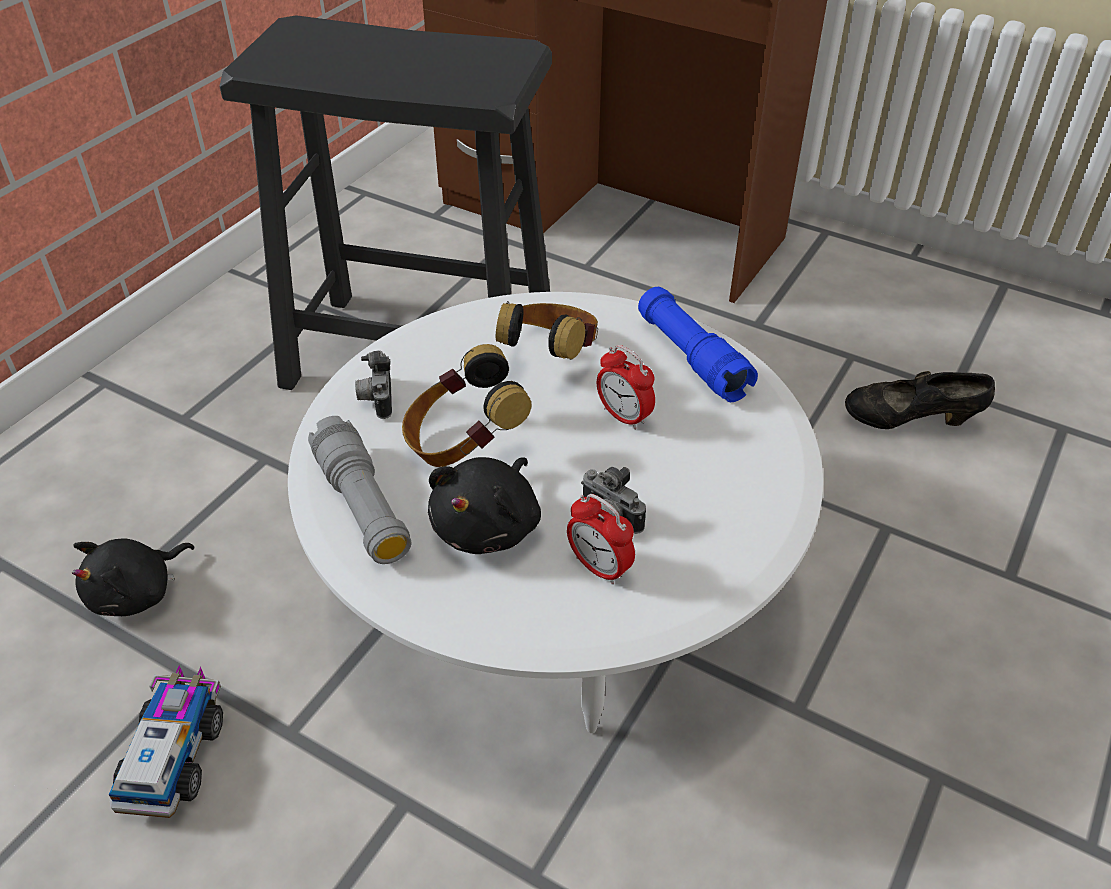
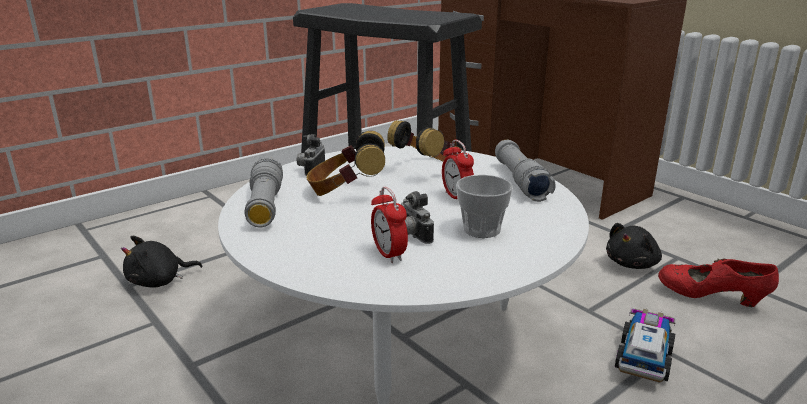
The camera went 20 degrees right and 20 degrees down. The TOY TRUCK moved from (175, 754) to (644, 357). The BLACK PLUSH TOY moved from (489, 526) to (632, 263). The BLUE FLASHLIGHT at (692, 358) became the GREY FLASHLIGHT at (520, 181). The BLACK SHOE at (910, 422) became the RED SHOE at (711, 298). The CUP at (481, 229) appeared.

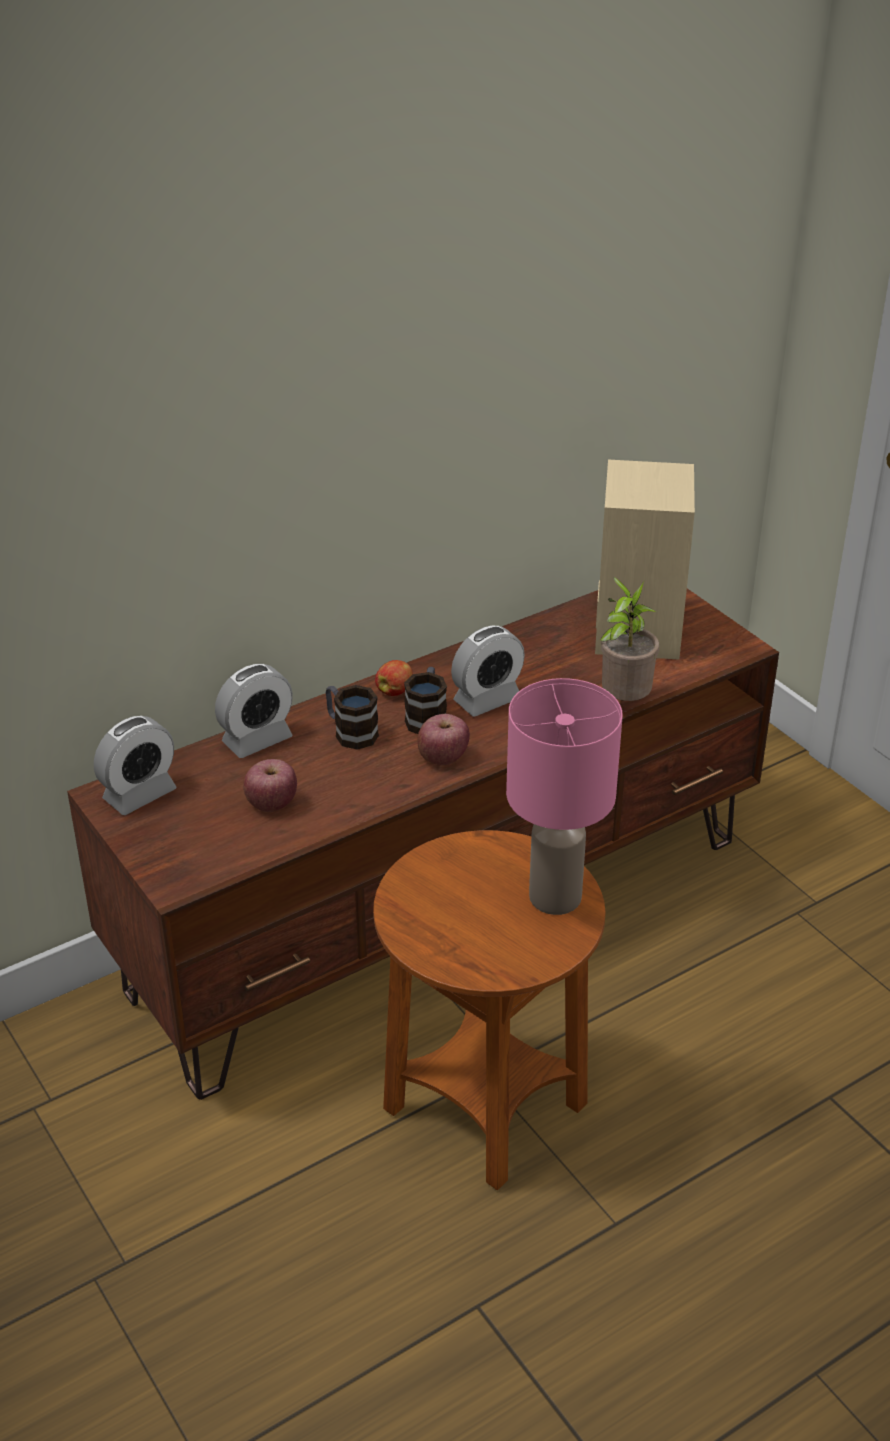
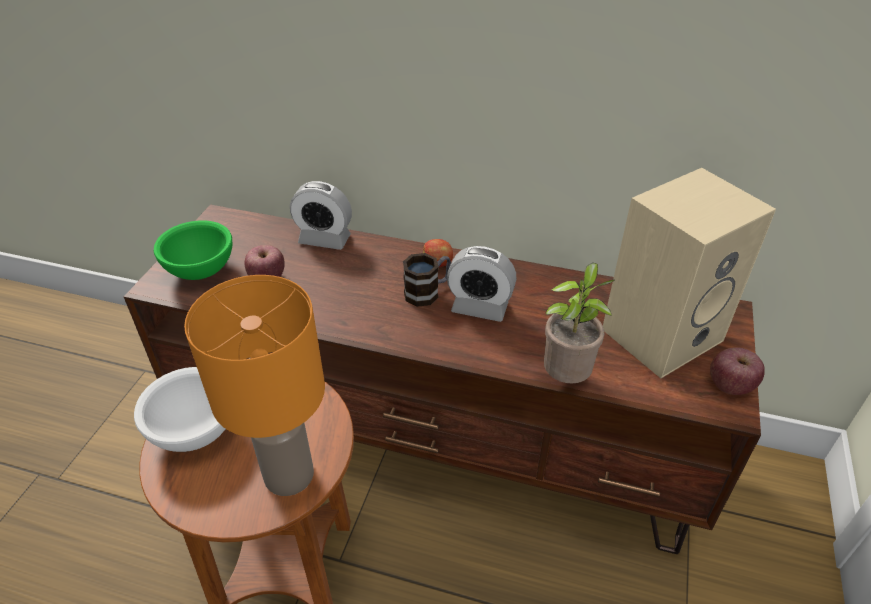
The camera went 50 degrees right and 5 degrees up. The ALARM CLOCK at (139, 794) disappeared. The MUG at (350, 732) disappeared. The APPLE moved from (443, 757) to (730, 385). The PINK TABLE LAMP at (556, 898) became the ORANGE TABLE LAMP at (288, 476). The WHITE BOWL at (194, 430) appeared. The GREEN BOWL at (202, 270) appeared.

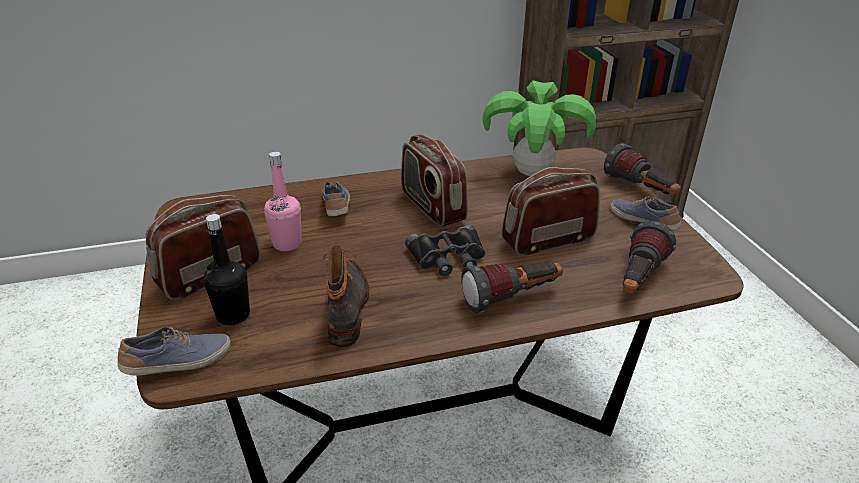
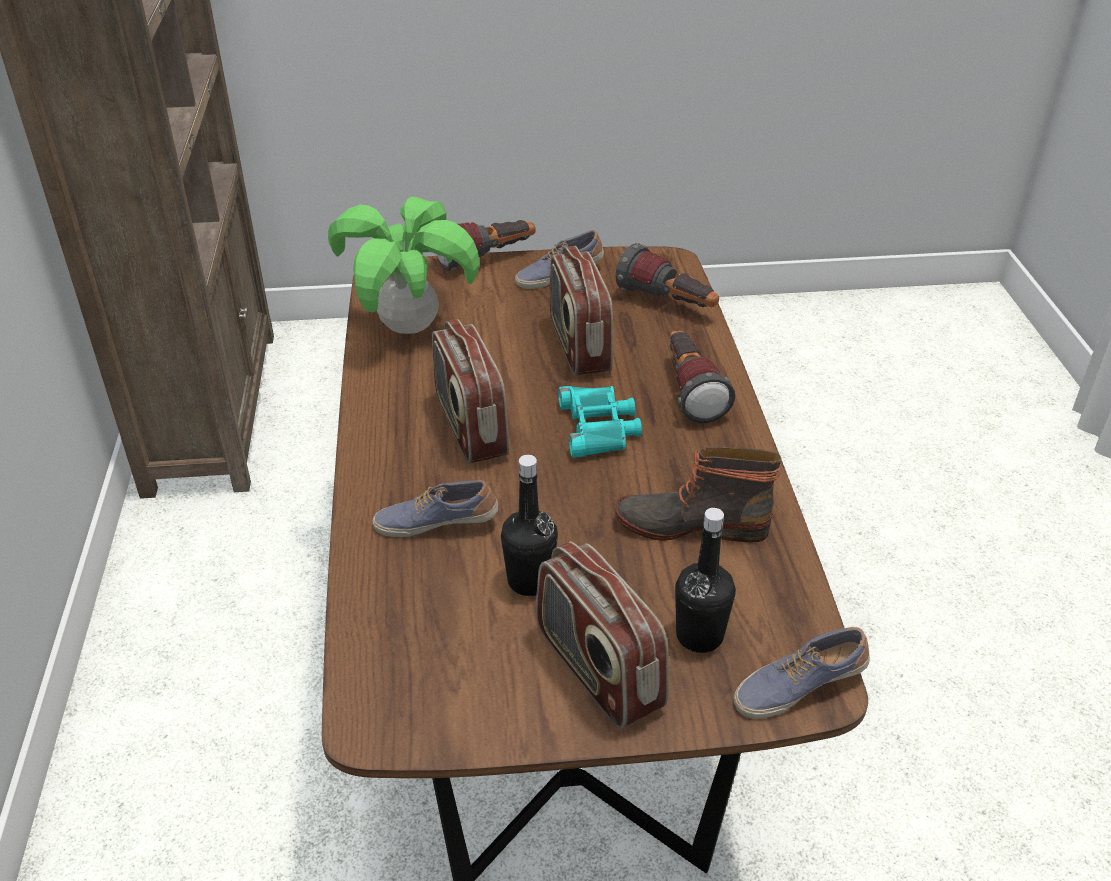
The camera went 80 degrees left and 5 degrees up. The SHOE at (179, 363) turned 90 degrees counterclockwise. The PINK BOTTLE at (287, 244) became the BLACK BOTTLE at (530, 581). The RADIO at (432, 207) turned 90 degrees clockwise. The BLACK BINOCULARS at (448, 257) became the TURQUOISE BINOCULARS at (599, 427).

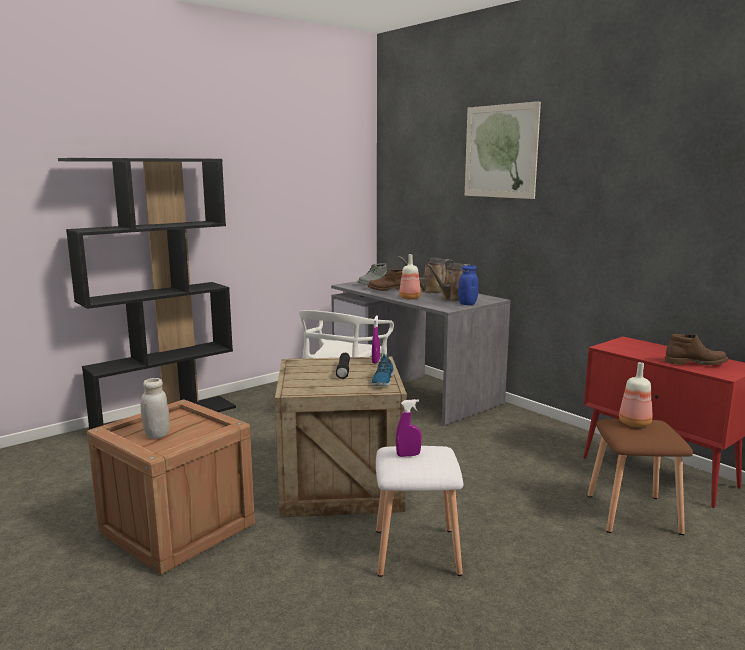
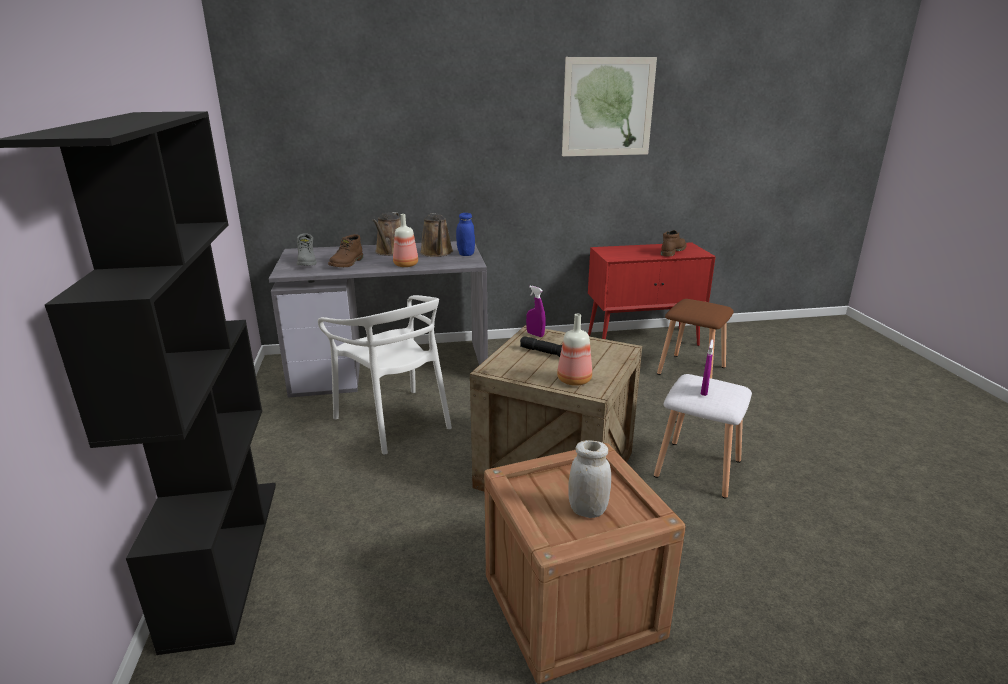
The camera went 60 degrees left and 10 degrees up. The SHOE at (382, 380) disappeared. The PICTURE moved from (500, 151) to (608, 107). The BOTTLE moved from (634, 423) to (573, 380).

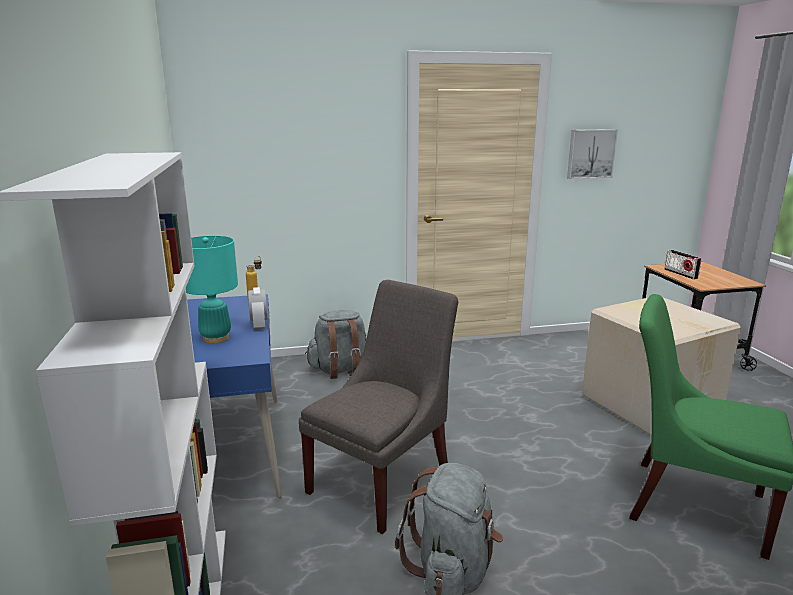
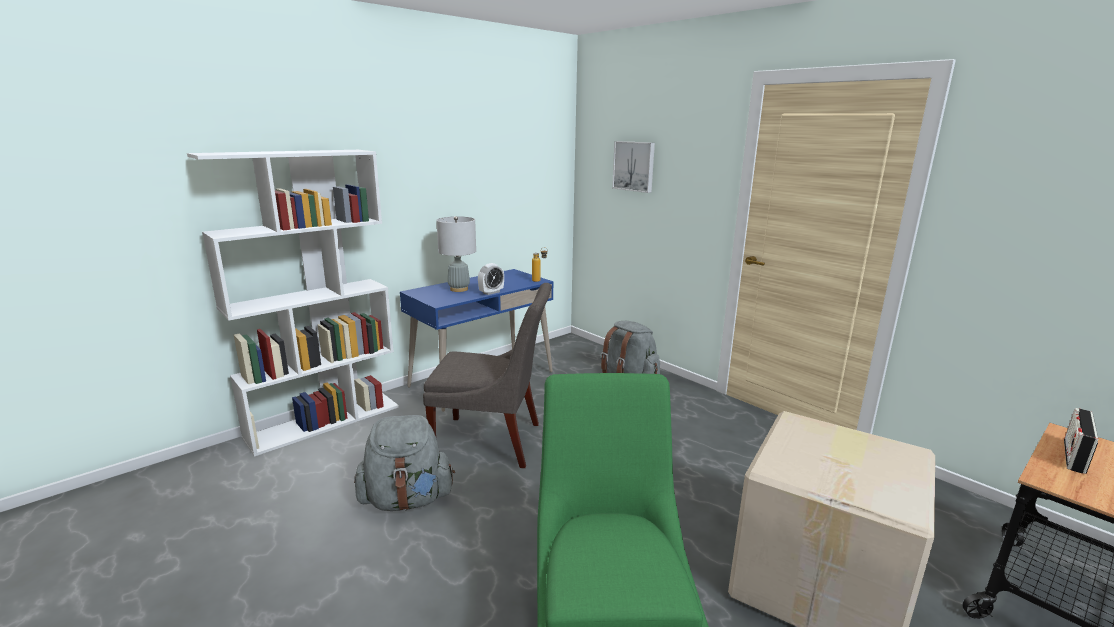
The camera went 60 degrees right and 0 degrees up. The TURQUOISE TABLE LAMP at (216, 338) became the GREY TABLE LAMP at (459, 289). The PICTURE moved from (590, 153) to (634, 166).

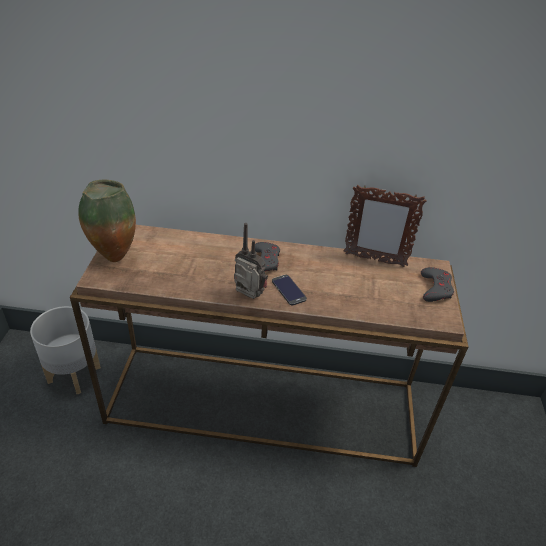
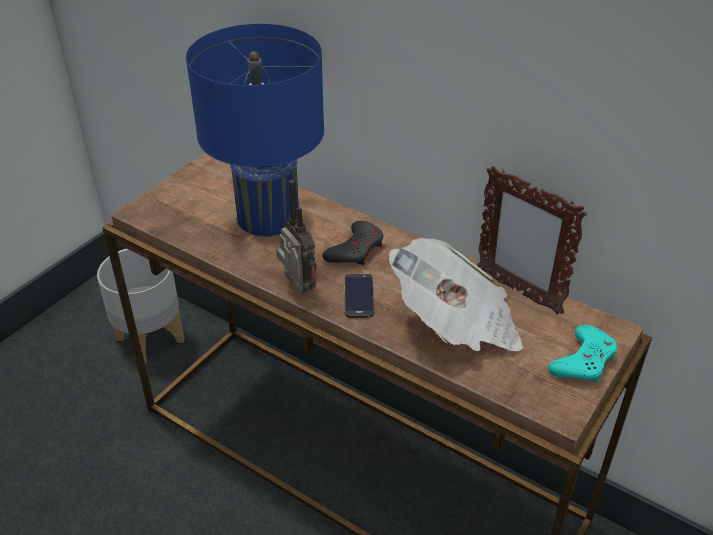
The camera went 30 degrees right and 0 degrees up. The VASE at (113, 256) disappeared. The GREY GAME CONTROLLER at (435, 288) became the TURQUOISE GAME CONTROLLER at (583, 361). The BLUE TABLE LAMP at (268, 217) appeared. The NEWSPAPER at (456, 324) appeared.

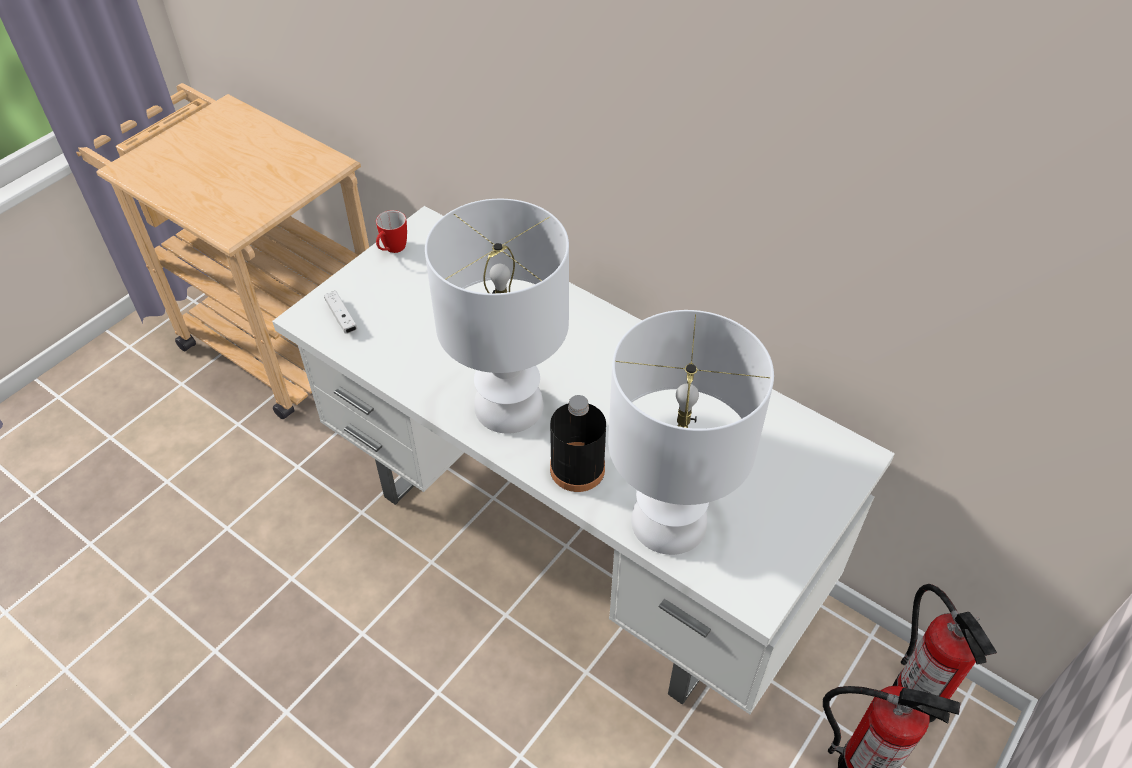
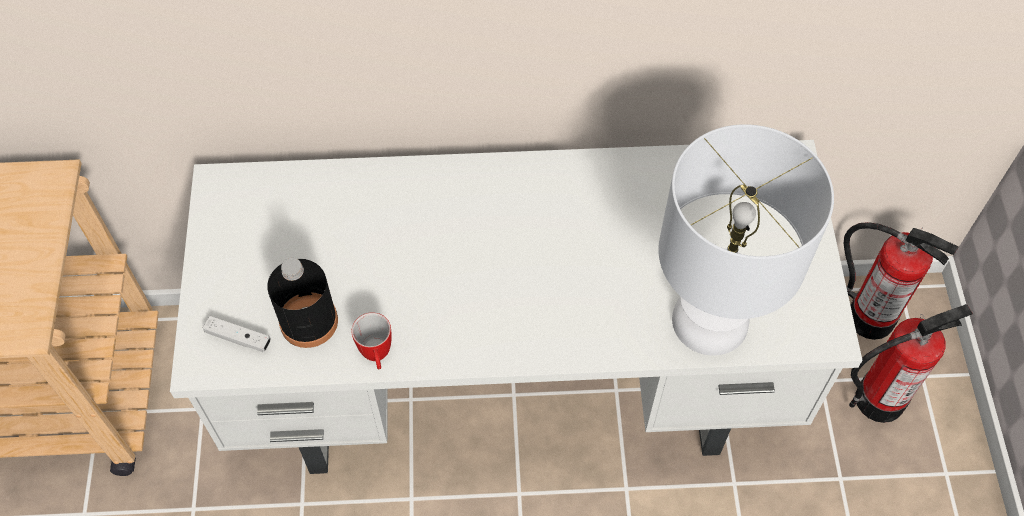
The camera went 40 degrees left and 10 degrees up. The MUG moved from (392, 250) to (377, 357). The WHITE TABLE LAMP at (507, 405) disappeared. The BLACK BOTTLE moved from (577, 469) to (309, 321).

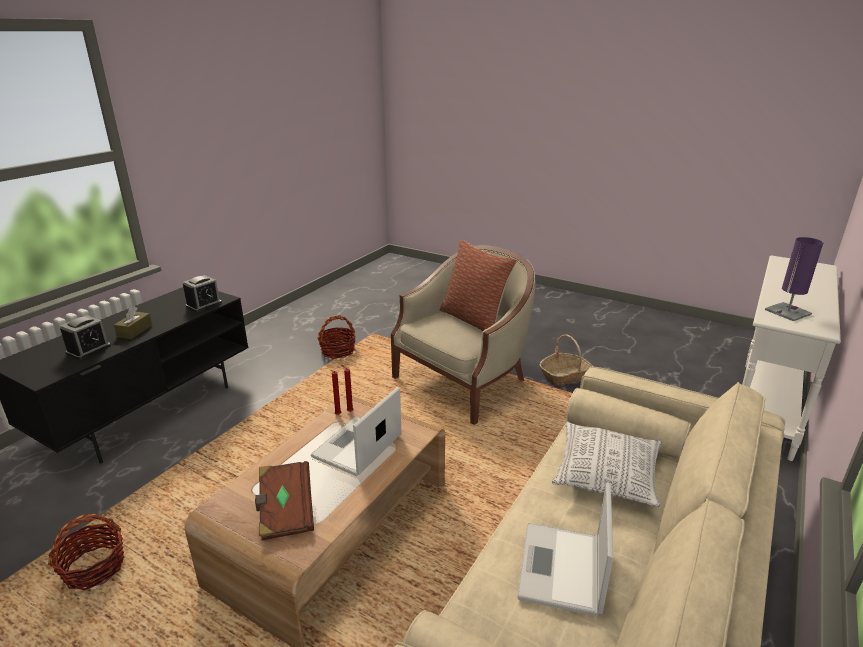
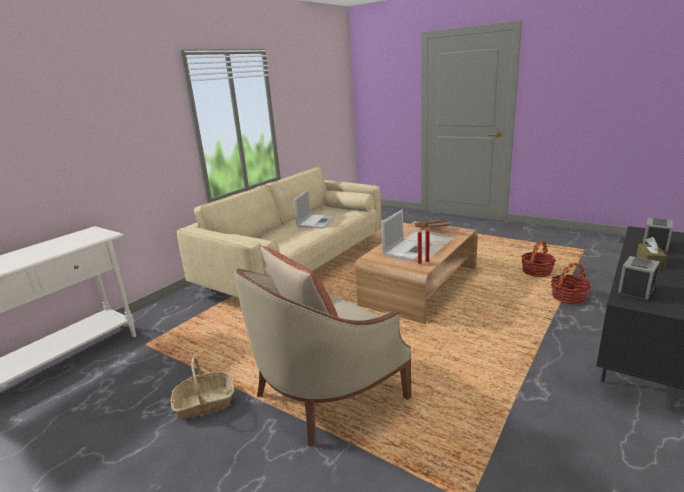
The camera went 175 degrees left and 5 degrees down. The BASKET moved from (338, 351) to (568, 297). The PILLOW at (606, 476) disappeared. The PURPLE TABLE LAMP at (787, 312) disappeared.

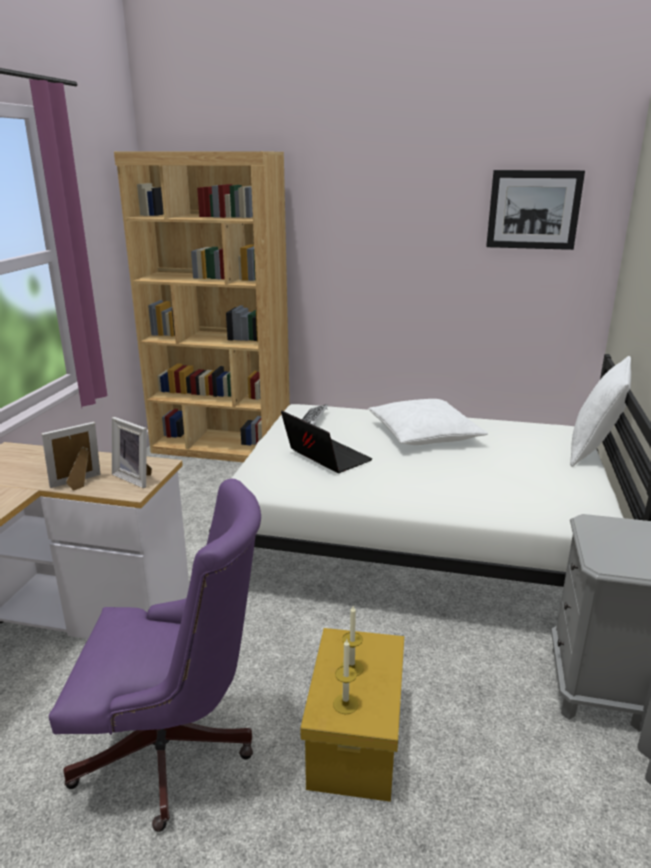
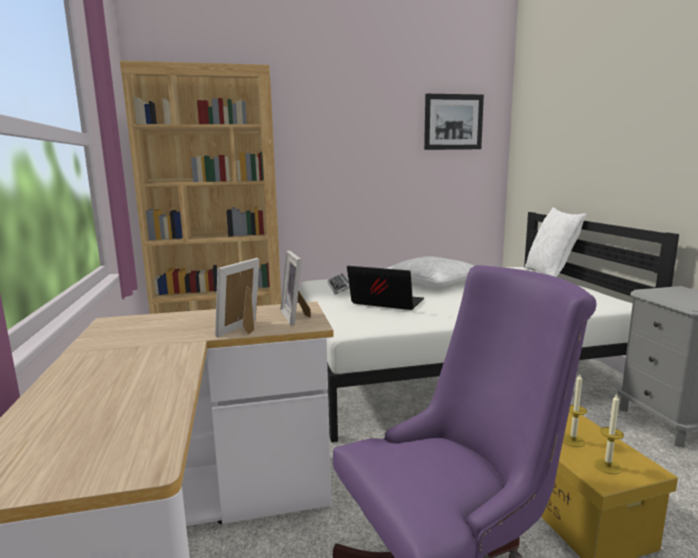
The camera went 25 degrees left and 10 degrees down. The PICTURE FRAME at (136, 477) turned 60 degrees clockwise.

